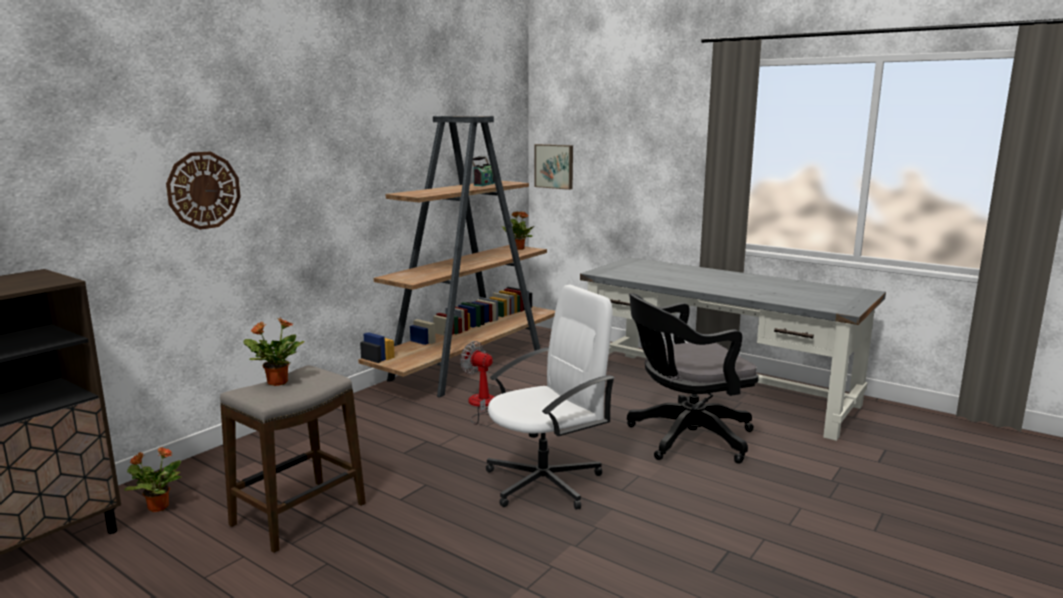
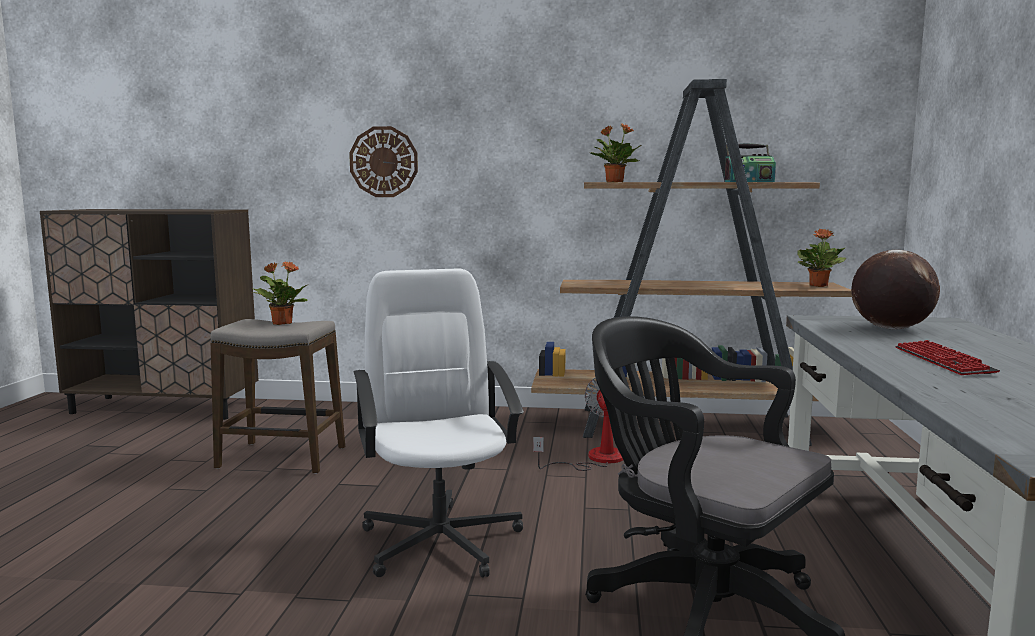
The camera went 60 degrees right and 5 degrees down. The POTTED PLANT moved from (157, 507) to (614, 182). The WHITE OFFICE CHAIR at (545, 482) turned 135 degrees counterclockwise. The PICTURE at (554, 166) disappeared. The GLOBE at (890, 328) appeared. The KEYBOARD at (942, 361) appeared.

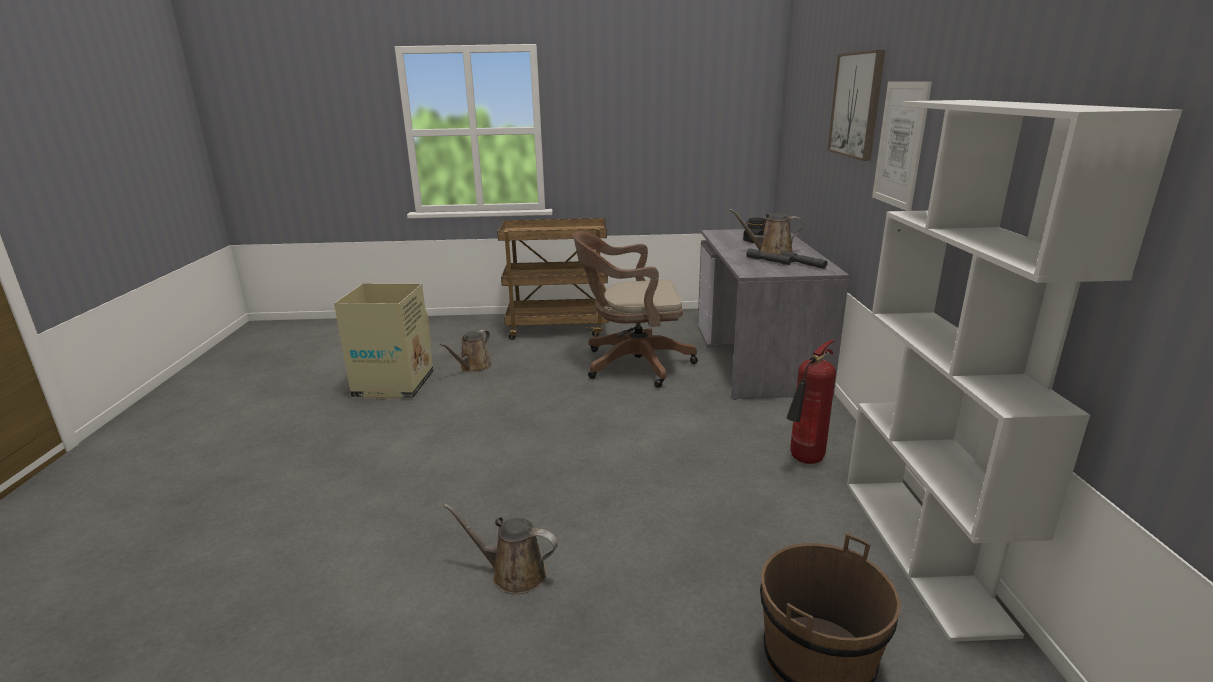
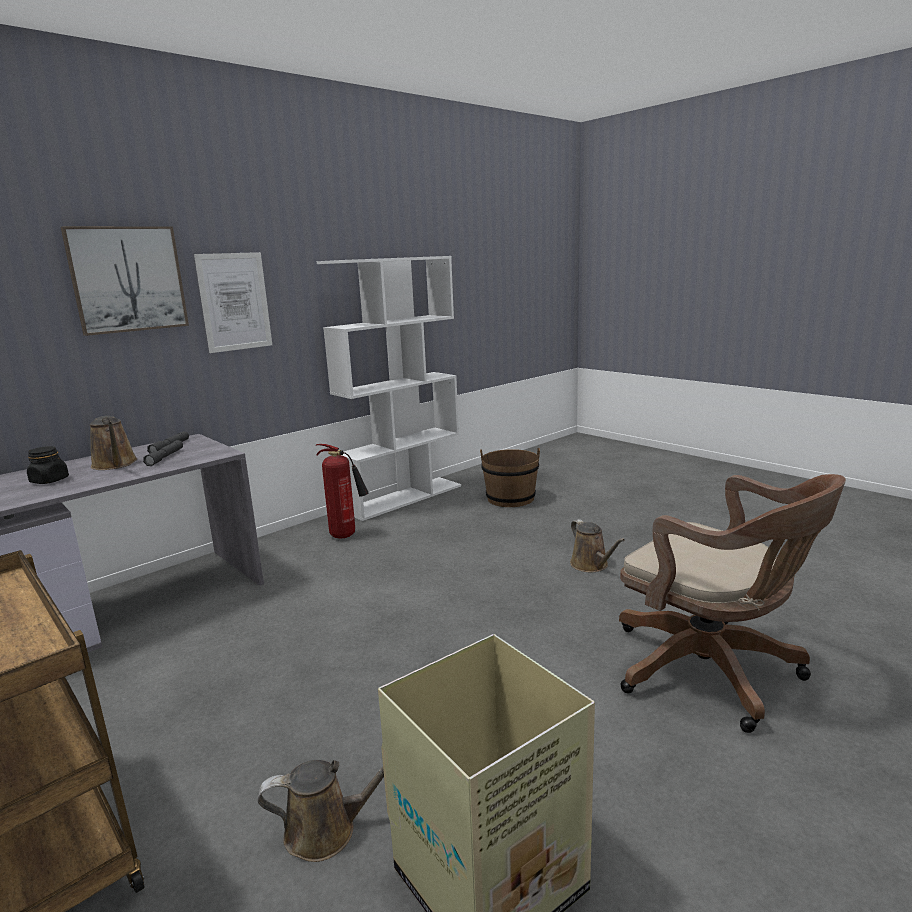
The camera went 130 degrees left and 5 degrees down. The BROWN OFFICE CHAIR moved from (631, 364) to (713, 672).

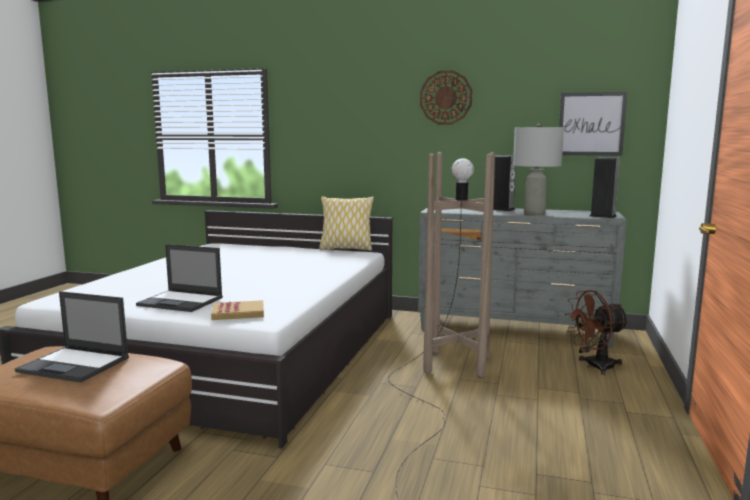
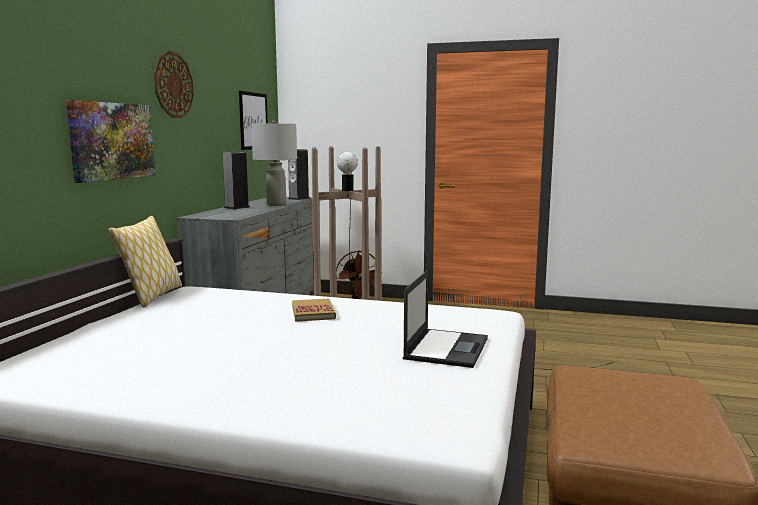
The camera went 90 degrees left and 0 degrees up. The LAPTOP at (75, 365) disappeared. The BOOK moved from (238, 313) to (313, 312). The PICTURE at (112, 141) appeared.

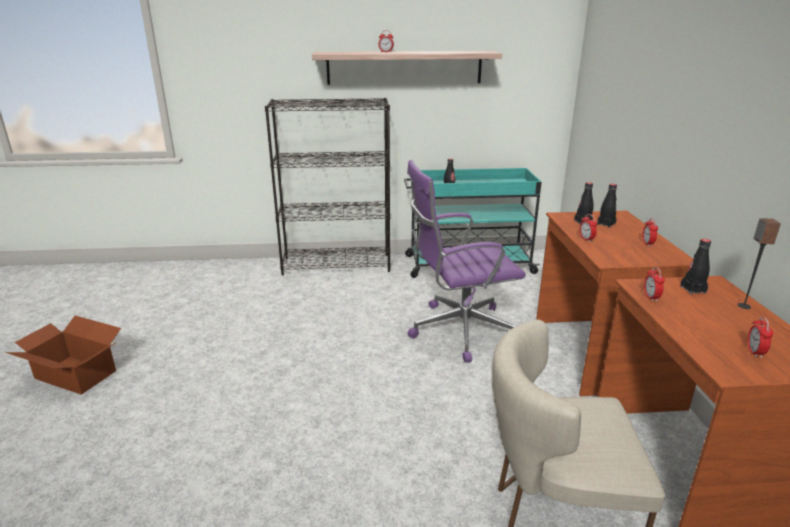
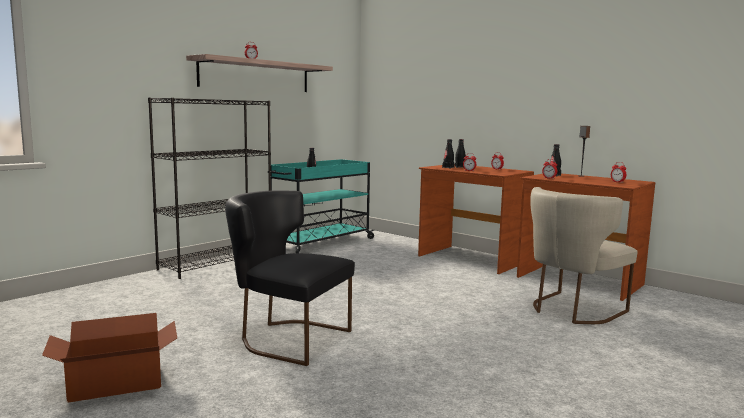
The camera went 45 degrees left and 15 degrees down. The PURPLE OFFICE CHAIR at (459, 330) disappeared. The BLACK CHAIR at (287, 338) appeared.

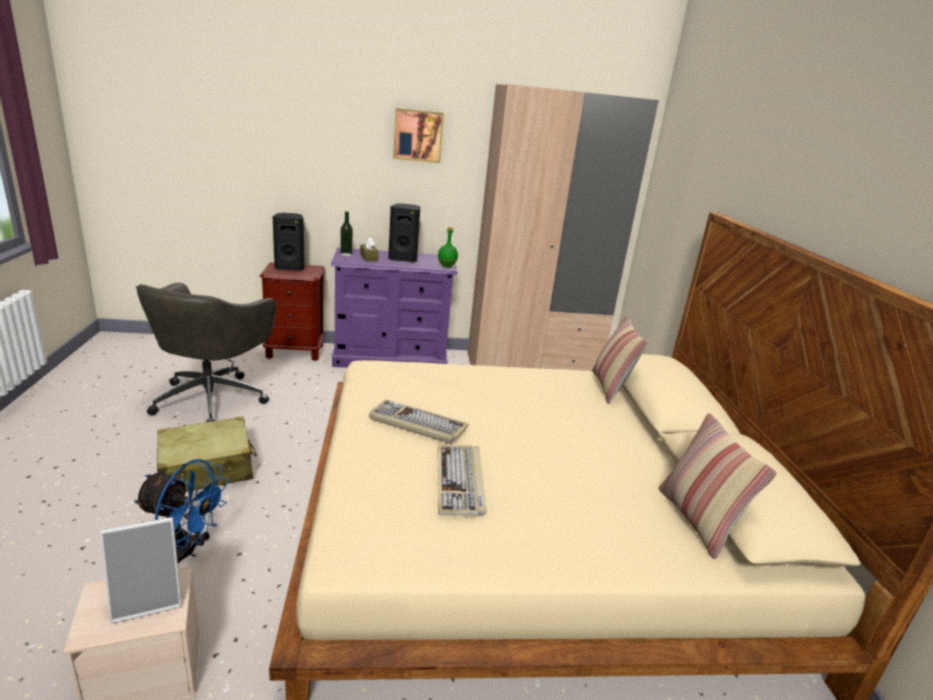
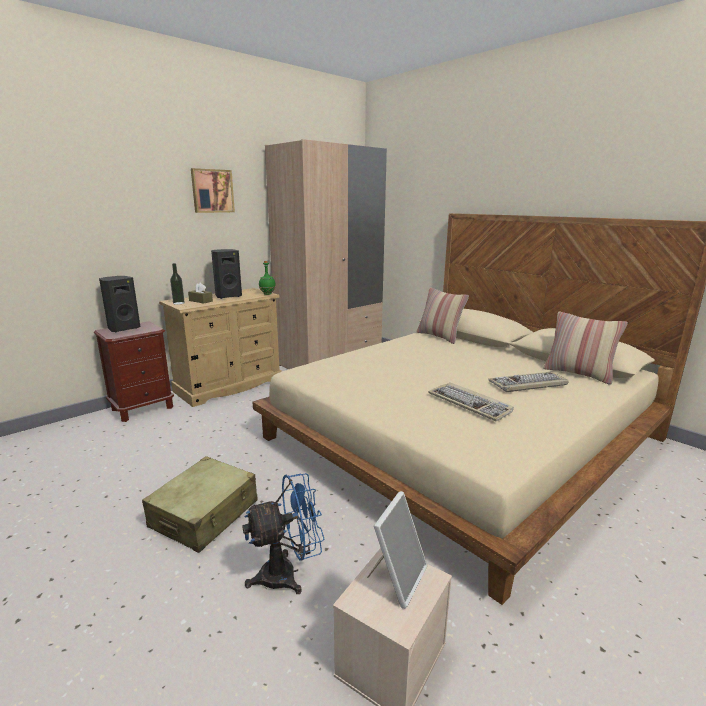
The camera went 35 degrees left and 5 degrees down. The GREY OFFICE CHAIR at (212, 398) disappeared. The PURPLE DRESSER at (391, 358) became the BEIGE DRESSER at (229, 385). The KEYBOARD moved from (416, 424) to (528, 384).

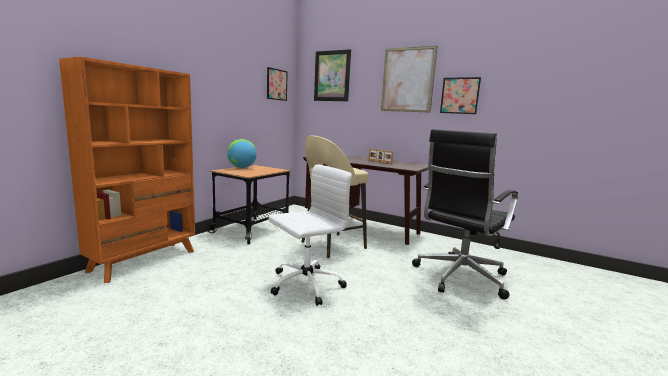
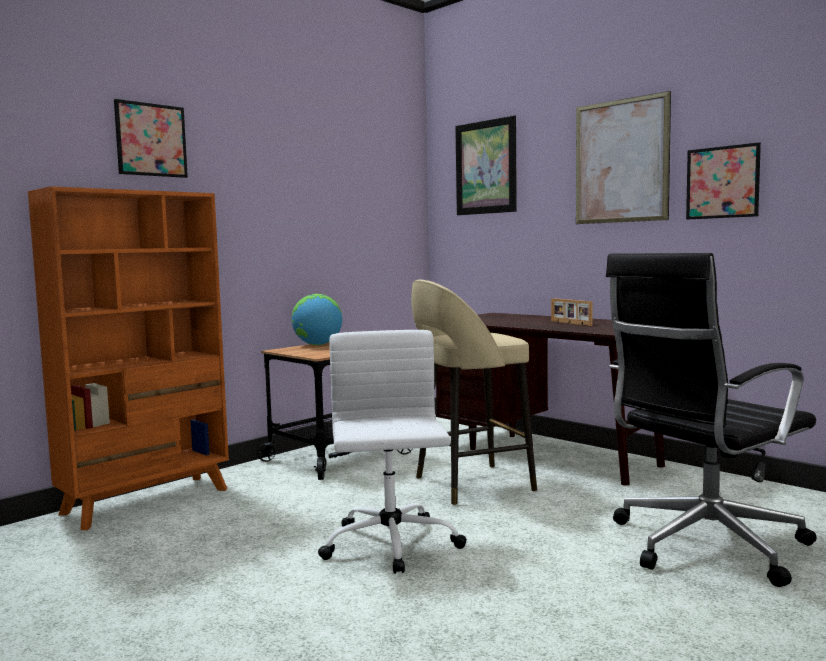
The camera went 15 degrees right and 5 degrees down. The PICTURE moved from (276, 84) to (151, 140). The WHITE OFFICE CHAIR at (305, 285) turned 75 degrees counterclockwise.

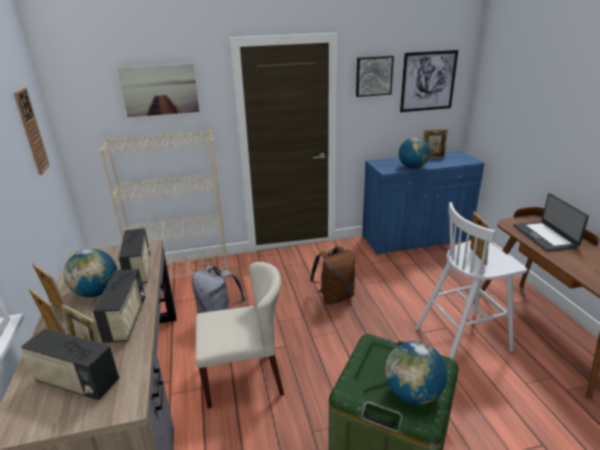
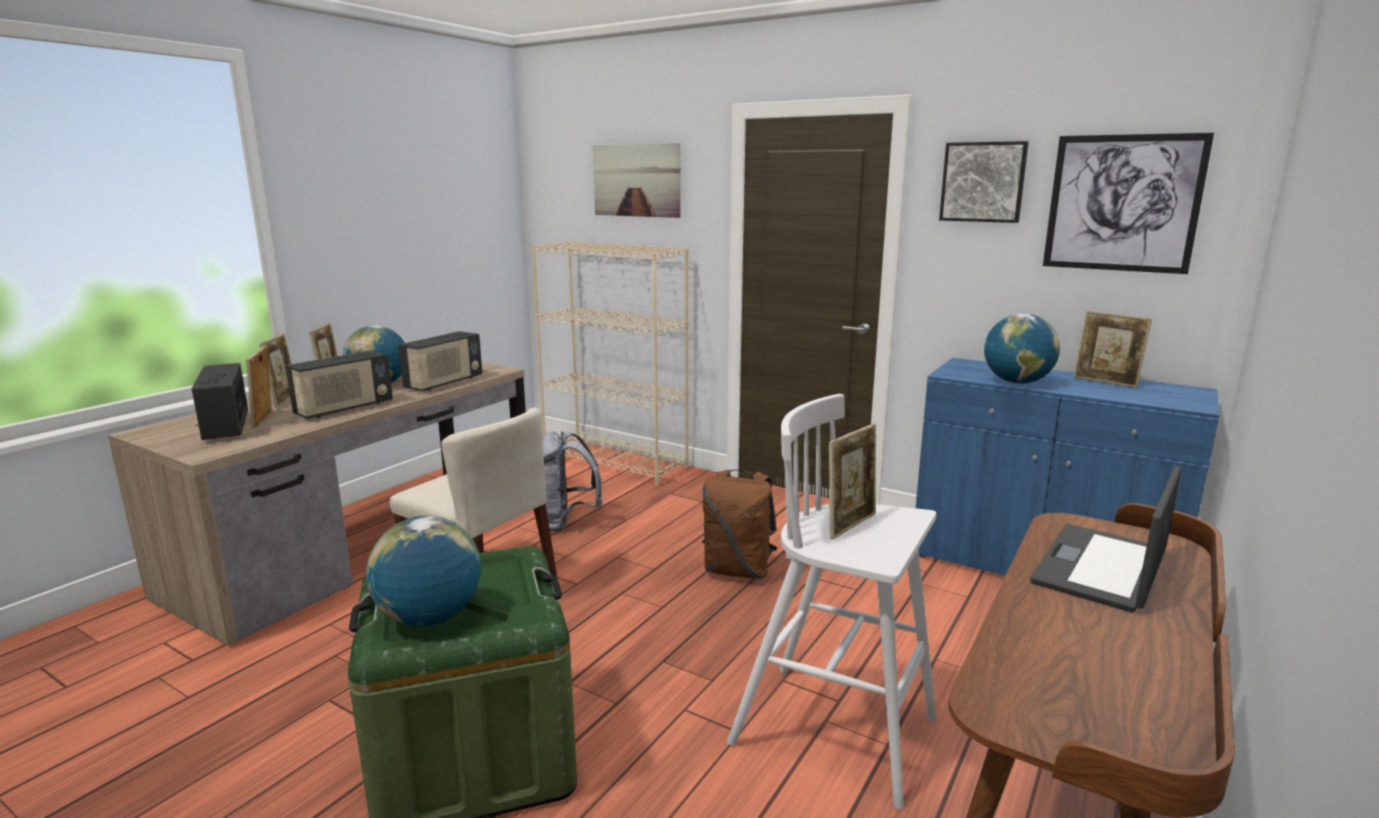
The camera went 45 degrees right and 10 degrees down. The WALL CLOCK at (31, 132) disappeared.

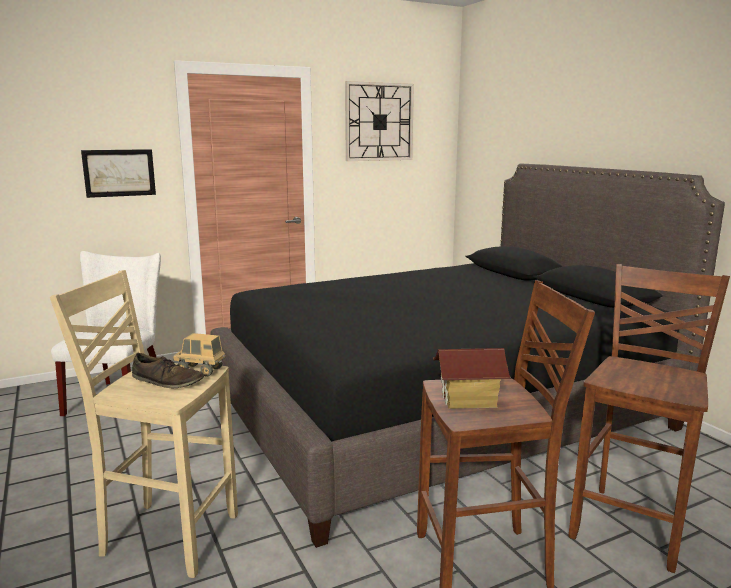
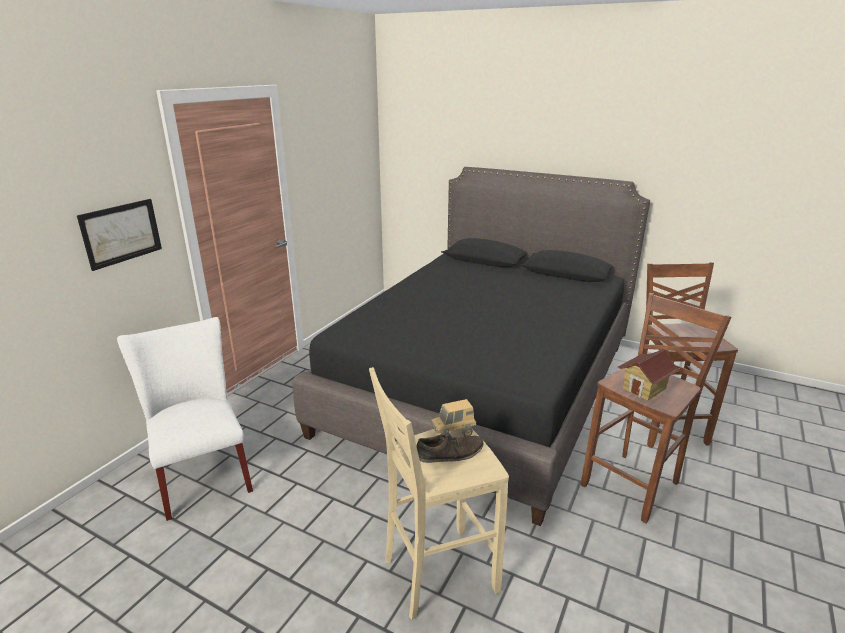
The camera went 35 degrees left and 10 degrees up. The WALL CLOCK at (379, 122) disappeared.

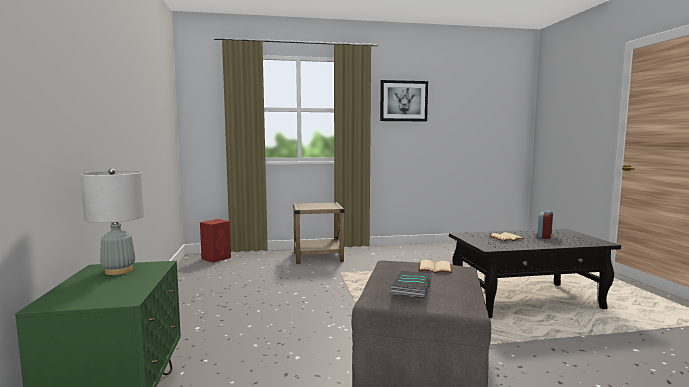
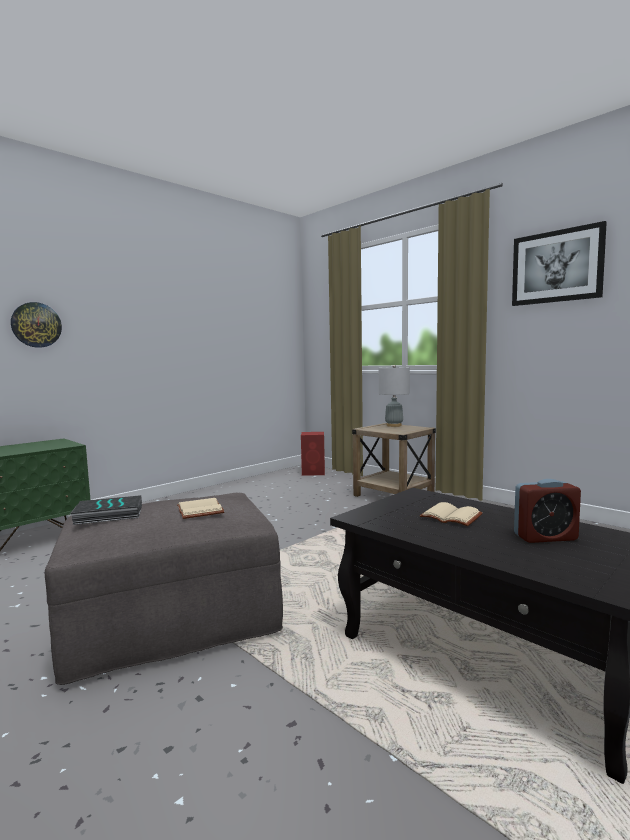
The camera went 55 degrees right and 0 degrees up. The GREY TABLE LAMP moved from (119, 271) to (394, 425). The WALL CLOCK at (36, 325) appeared.

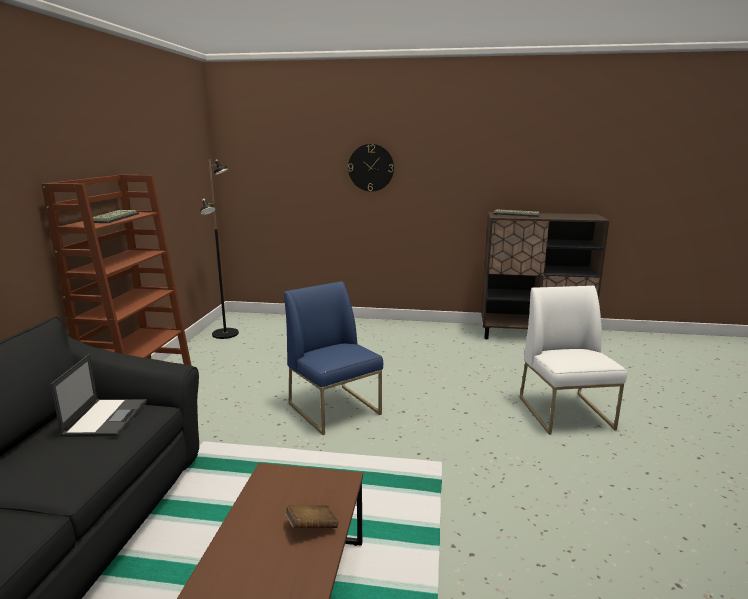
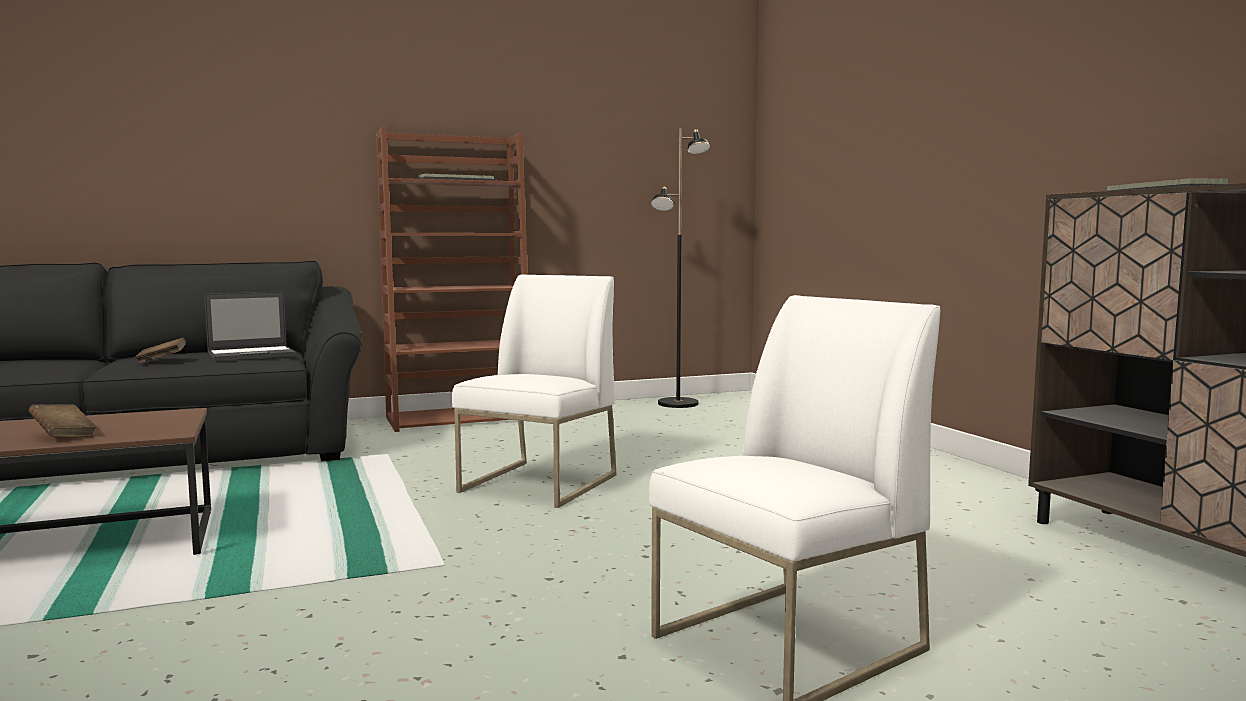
The camera went 60 degrees right and 10 degrees down. The BLUE CHAIR at (335, 409) became the WHITE CHAIR at (539, 484). The WALL CLOCK at (371, 167) disappeared. The BROWN BOOK at (162, 361) appeared.

